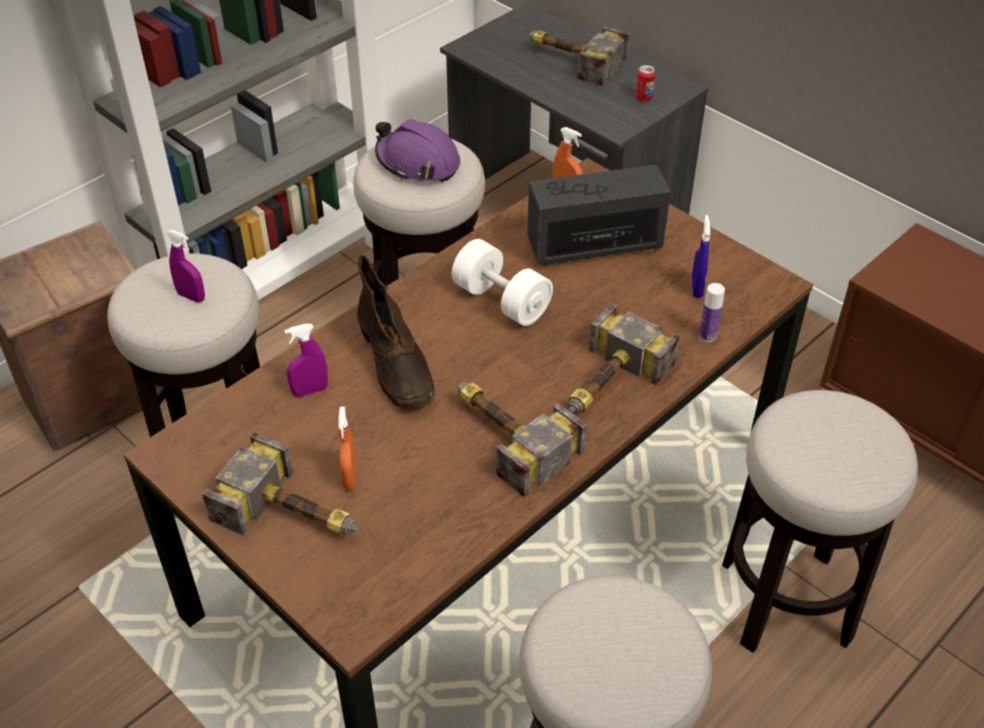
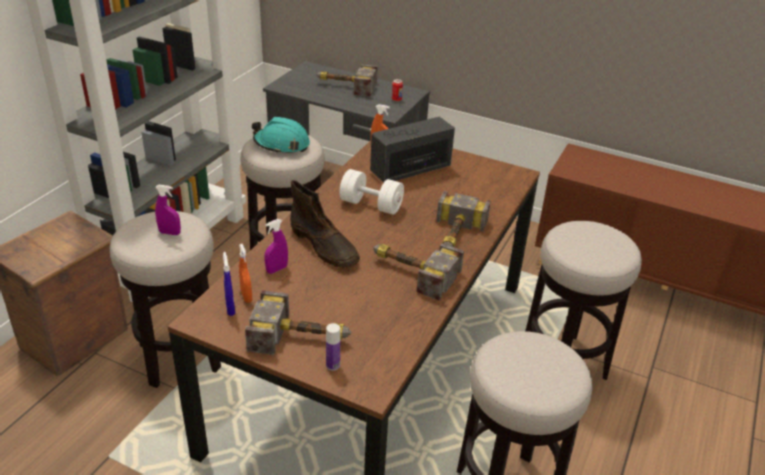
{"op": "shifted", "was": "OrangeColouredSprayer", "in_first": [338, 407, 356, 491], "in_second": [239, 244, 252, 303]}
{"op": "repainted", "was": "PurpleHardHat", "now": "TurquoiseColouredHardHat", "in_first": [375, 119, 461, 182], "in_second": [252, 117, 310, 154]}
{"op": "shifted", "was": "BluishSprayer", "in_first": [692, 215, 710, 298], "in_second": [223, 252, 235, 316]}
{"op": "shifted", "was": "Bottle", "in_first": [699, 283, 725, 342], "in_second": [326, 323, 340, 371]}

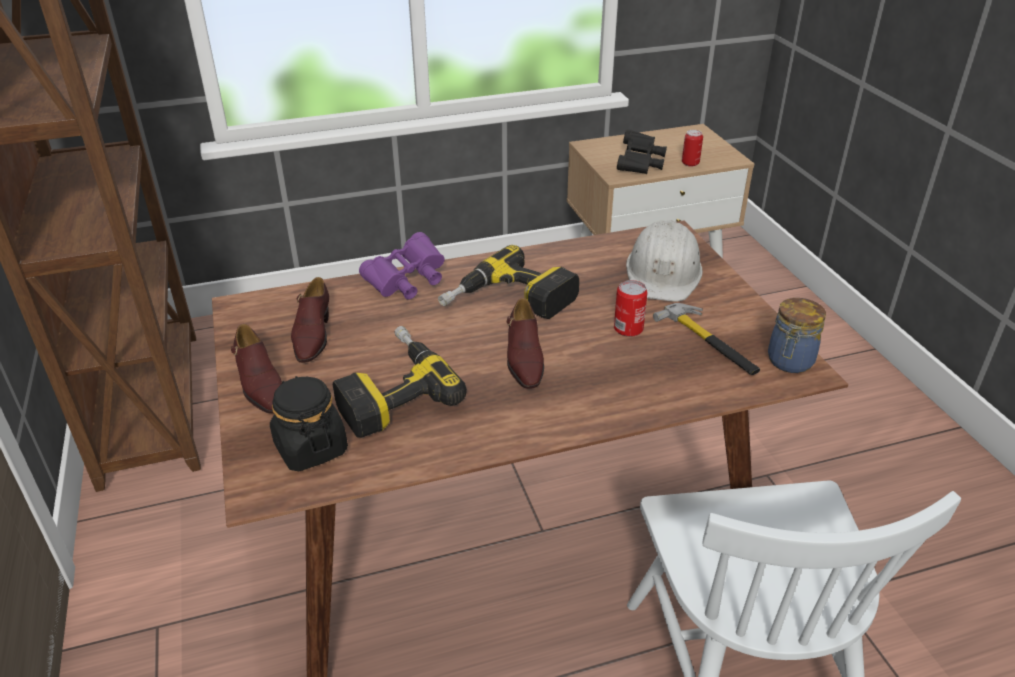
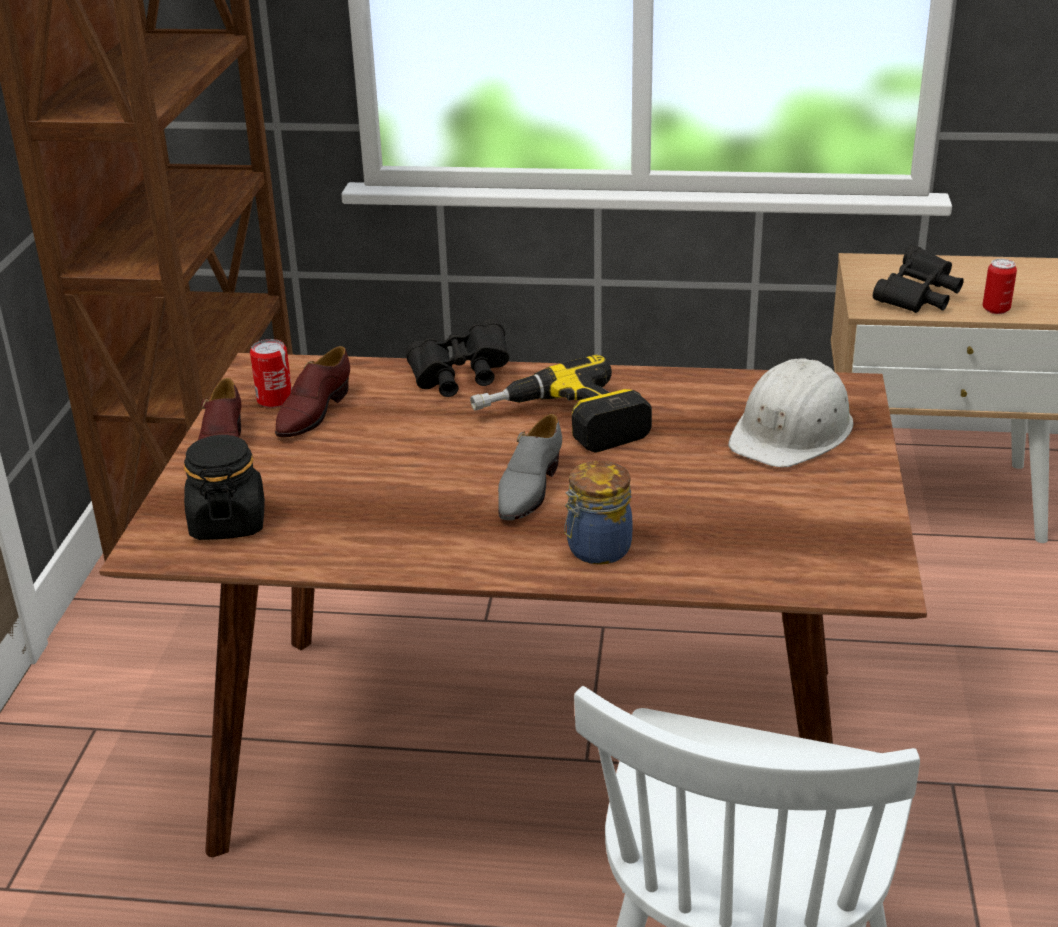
{"op": "gone", "was": "ElectricDrill", "in_first": [333, 326, 467, 438]}
{"op": "repainted", "was": "PurpleFieldGlasses", "now": "BlackColouredFieldGlasses", "in_first": [359, 232, 445, 300], "in_second": [406, 319, 509, 397]}
{"op": "repainted", "was": "BrownColouredLowShoe", "now": "GrayLowShoe", "in_first": [507, 298, 544, 389], "in_second": [498, 414, 562, 520]}
{"op": "shifted", "was": "MetalCan", "in_first": [614, 280, 648, 337], "in_second": [250, 339, 292, 408]}
{"op": "gone", "was": "Hammer", "in_first": [653, 303, 760, 375]}
{"op": "shifted", "was": "Jar", "in_first": [768, 298, 826, 373], "in_second": [564, 461, 633, 565]}

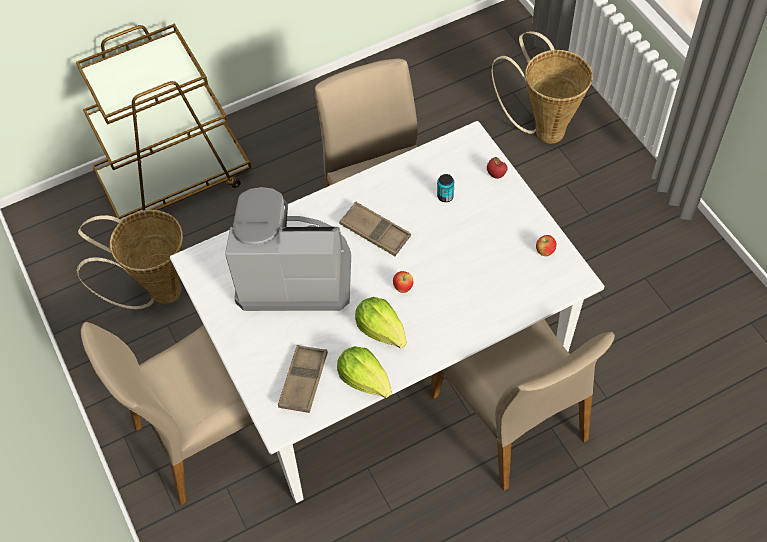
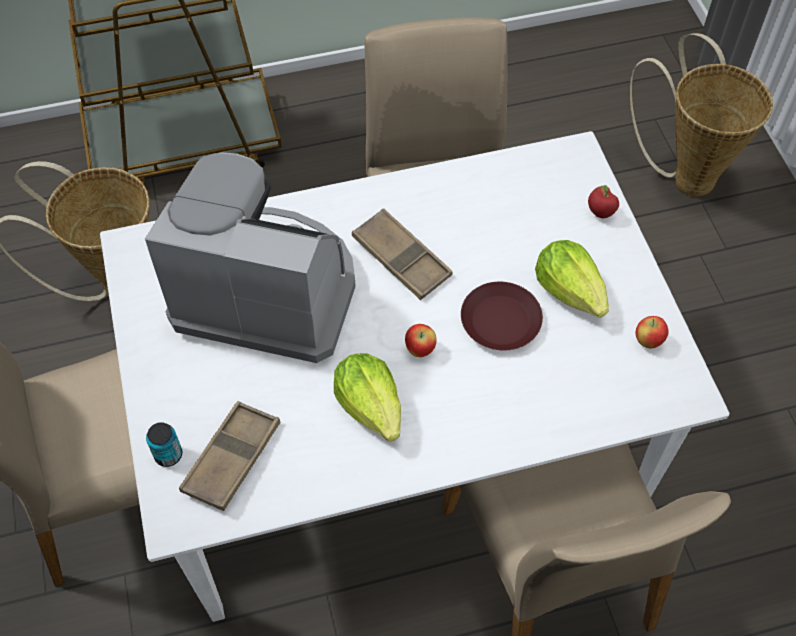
{"op": "shifted", "was": "Lettuce", "in_first": [337, 346, 392, 398], "in_second": [535, 240, 609, 318]}
{"op": "shifted", "was": "MetalCan", "in_first": [437, 174, 454, 202], "in_second": [146, 422, 182, 467]}
{"op": "new", "now": "BrownColouredPlate", "in_second": [461, 282, 543, 351]}

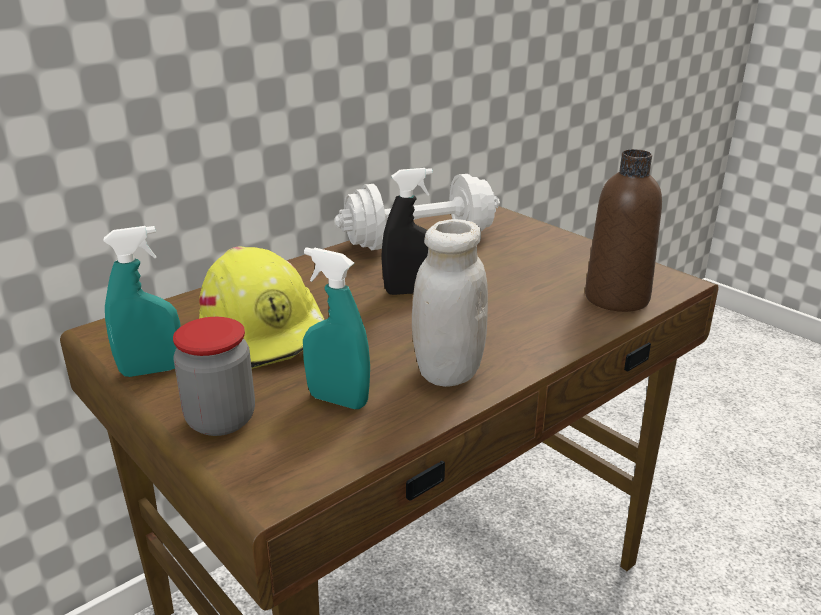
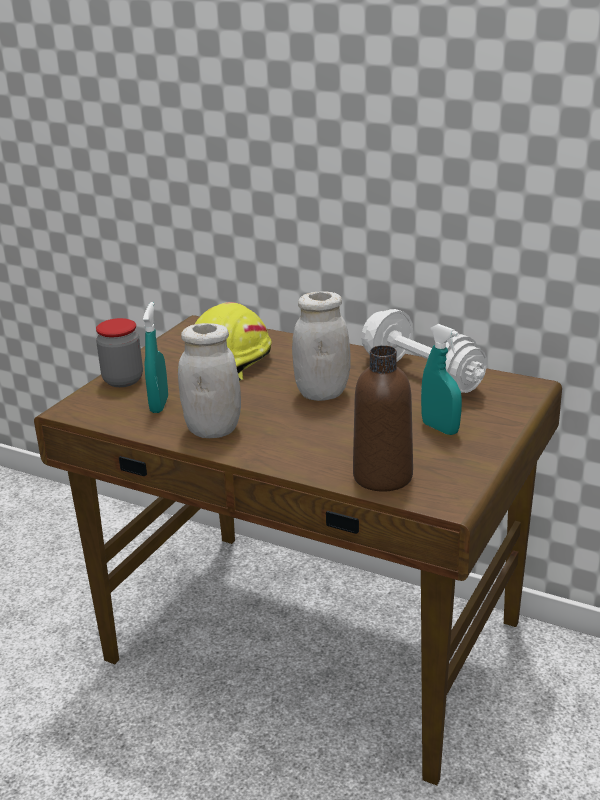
{"op": "shifted", "was": "TurquoiseColouredSprayer", "in_first": [103, 226, 181, 377], "in_second": [421, 324, 462, 435]}
{"op": "swapped", "was": "BlackColouredSprayer", "now": "WhitishJar", "in_first": [381, 168, 433, 295], "in_second": [292, 291, 350, 401]}

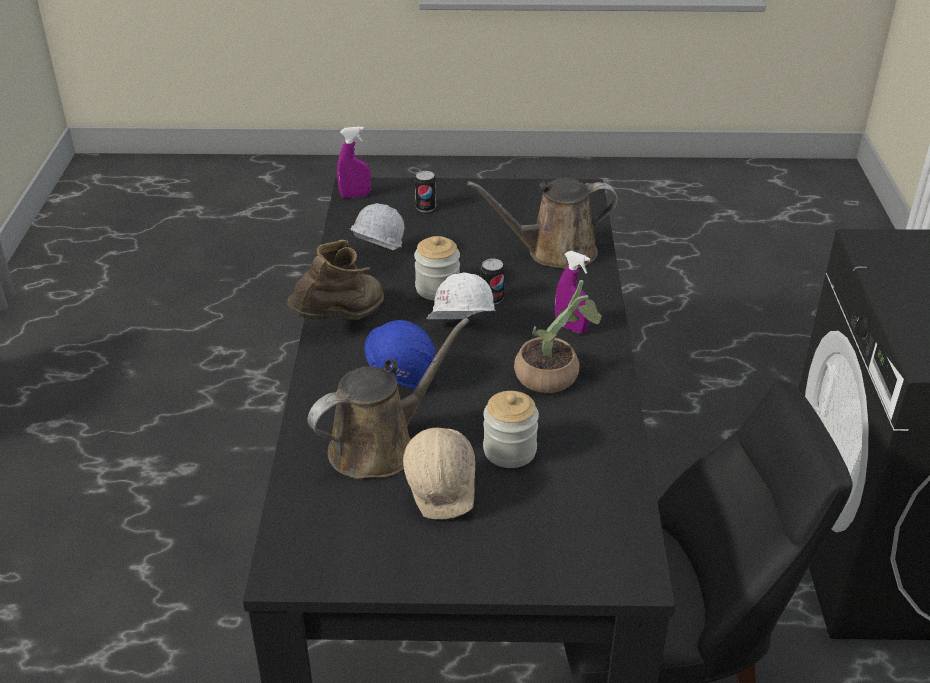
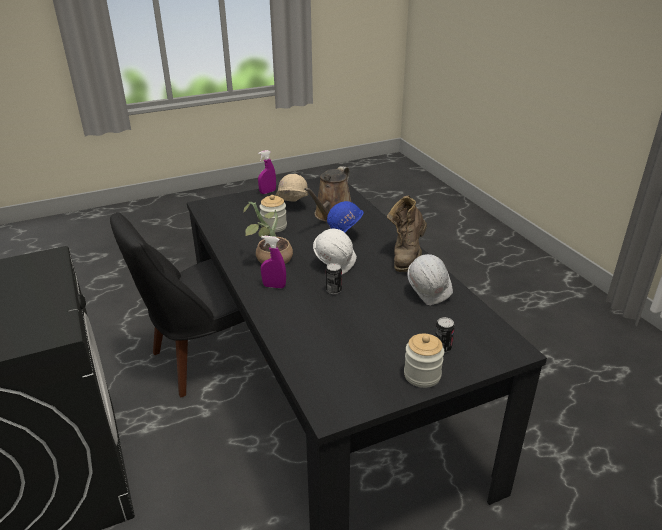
{"op": "shifted", "was": "PurpleSprayer", "in_first": [337, 127, 371, 198], "in_second": [258, 150, 276, 194]}
{"op": "shifted", "was": "Jar", "in_first": [414, 236, 460, 300], "in_second": [404, 334, 444, 388]}
{"op": "gone", "was": "BrownColouredSprinklingCan", "in_first": [467, 178, 618, 269]}

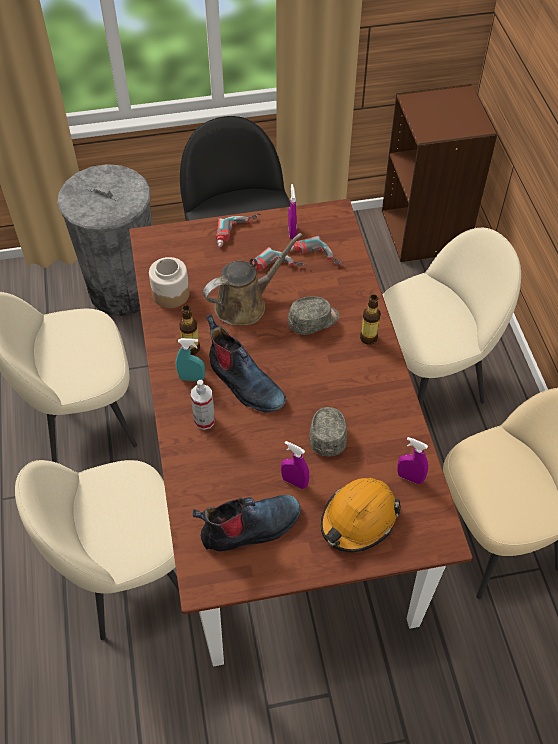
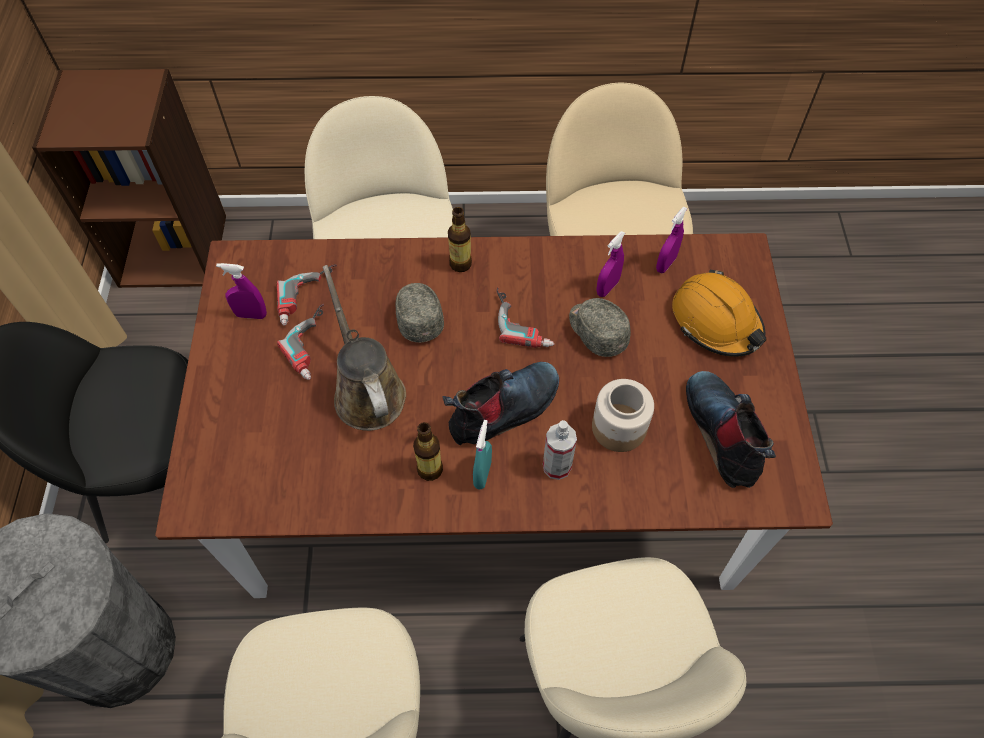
{"op": "shifted", "was": "Jar", "in_first": [149, 257, 190, 308], "in_second": [592, 379, 654, 452]}
{"op": "shifted", "was": "ElectricDrill", "in_first": [216, 214, 261, 247], "in_second": [496, 287, 555, 348]}
{"op": "shifted", "was": "PurpleSprayer", "in_first": [281, 441, 309, 489], "in_second": [596, 231, 625, 297]}
{"op": "rotated", "was": "GrayCap", "in_first": [309, 407, 347, 456], "in_second": [569, 298, 631, 357], "clockwise": 45}

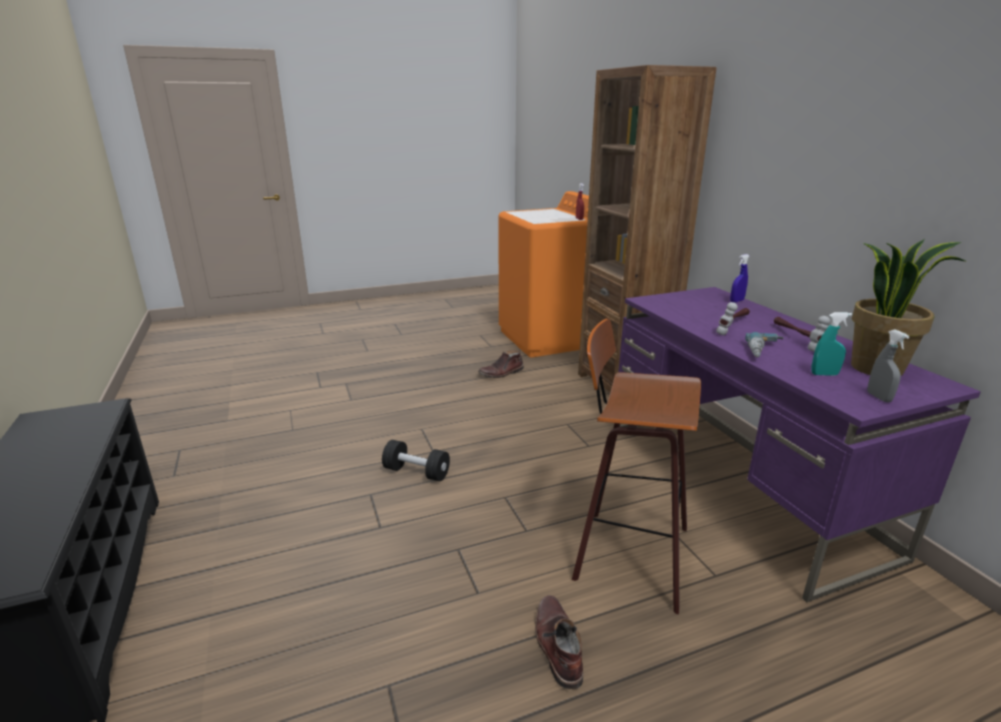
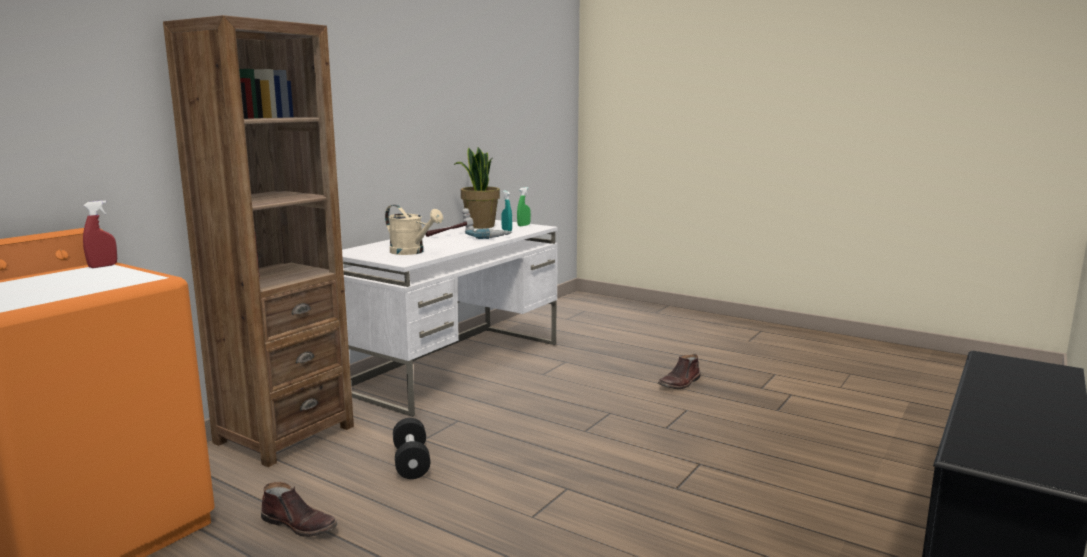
{"op": "shifted", "was": "BlackColouredDumbbell", "in_first": [382, 440, 450, 481], "in_second": [393, 418, 430, 479]}
{"op": "gone", "was": "SittingStool", "in_first": [572, 319, 701, 615]}
{"op": "repainted", "was": "PurpleDeskTable", "now": "WhitishDeskTable", "in_first": [618, 287, 981, 602], "in_second": [342, 220, 558, 417]}
{"op": "gone", "was": "Hammer", "in_first": [716, 302, 750, 335]}
{"op": "gone", "was": "BluishSprayer", "in_first": [730, 254, 750, 303]}
{"op": "repainted", "was": "GraySprayer", "now": "GreenColouredSprayer", "in_first": [867, 329, 910, 402], "in_second": [517, 187, 531, 226]}
{"op": "new", "now": "SandColouredSprinklingCan", "in_second": [385, 205, 443, 255]}

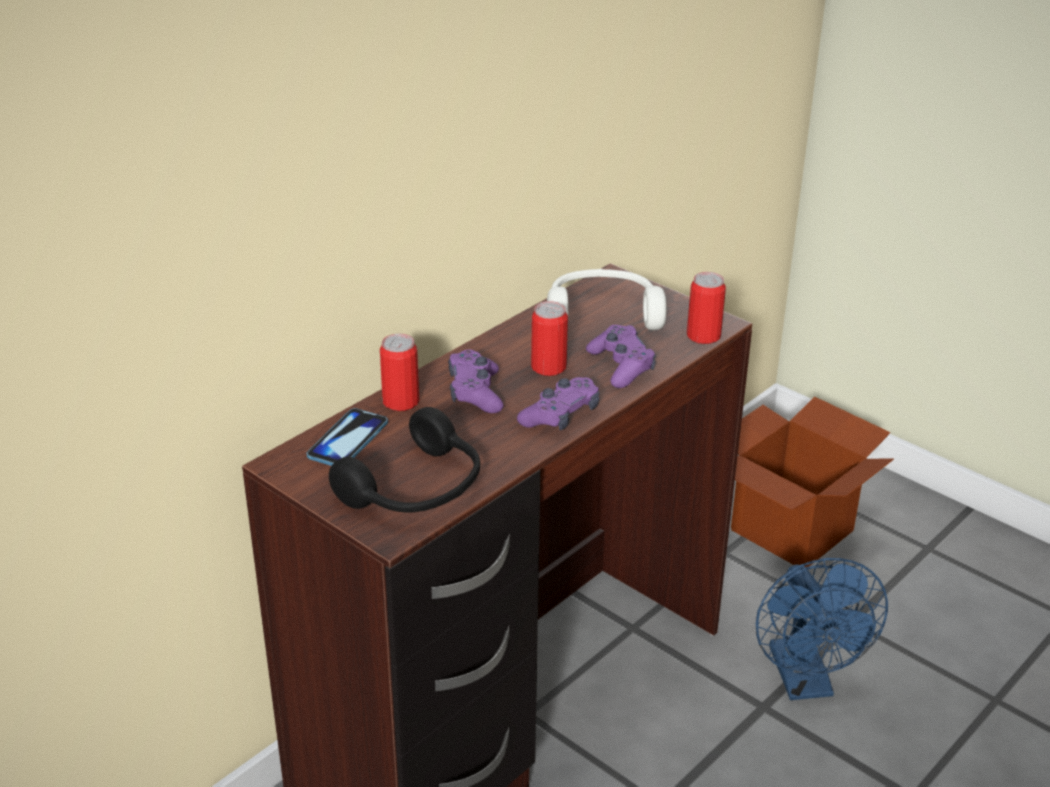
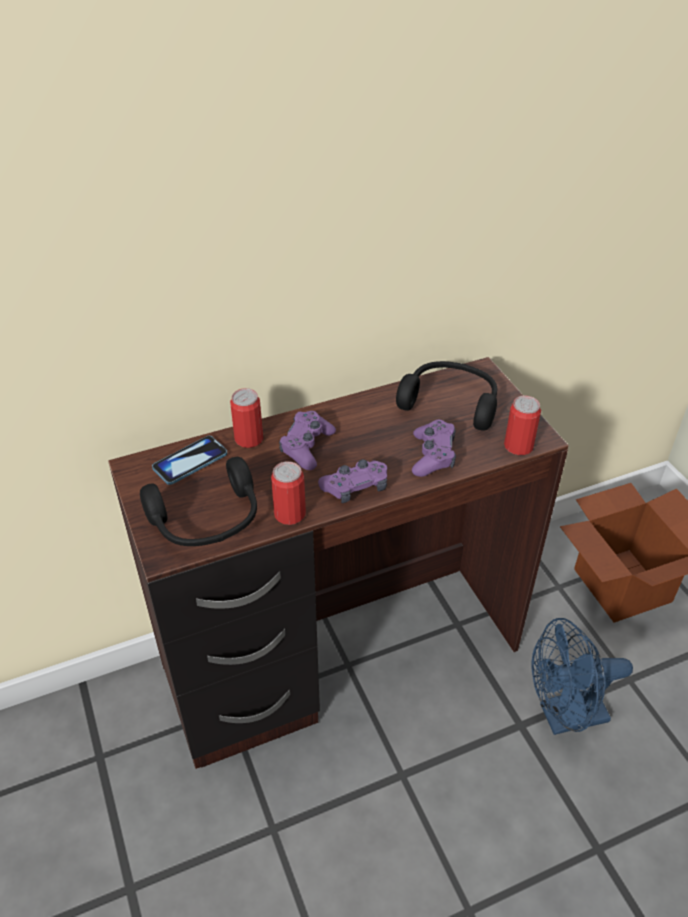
{"op": "shifted", "was": "MetalCan", "in_first": [531, 301, 568, 376], "in_second": [271, 461, 306, 525]}
{"op": "repainted", "was": "WhitishHeadset", "now": "BlackColouredHeadset", "in_first": [547, 269, 667, 330], "in_second": [396, 361, 497, 431]}
{"op": "rotated", "was": "BluishCoolingFan", "in_first": [756, 558, 888, 700], "in_second": [531, 618, 633, 735], "clockwise": 60}

